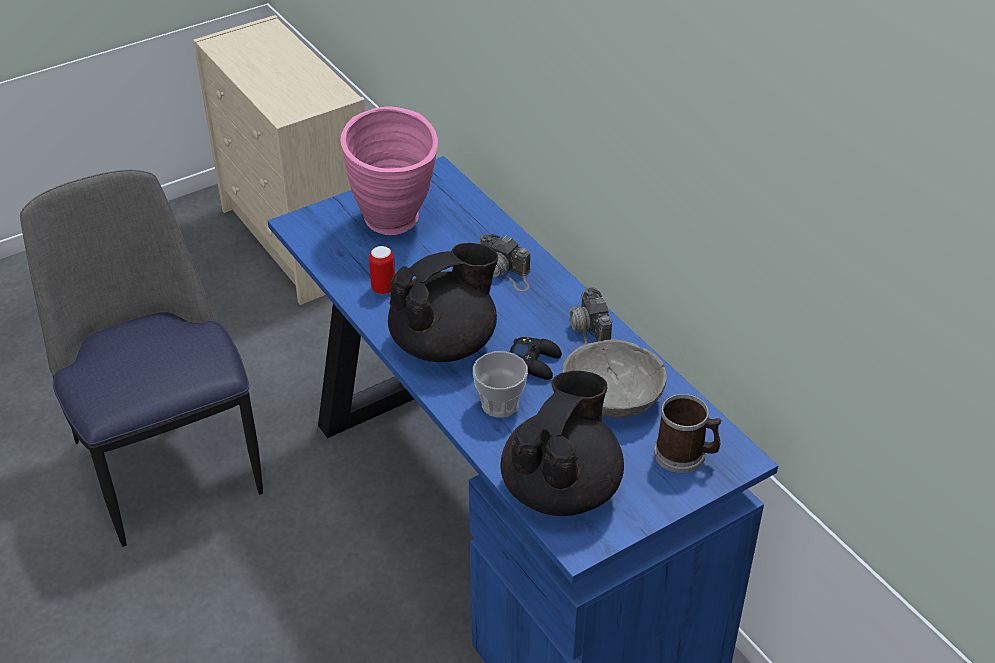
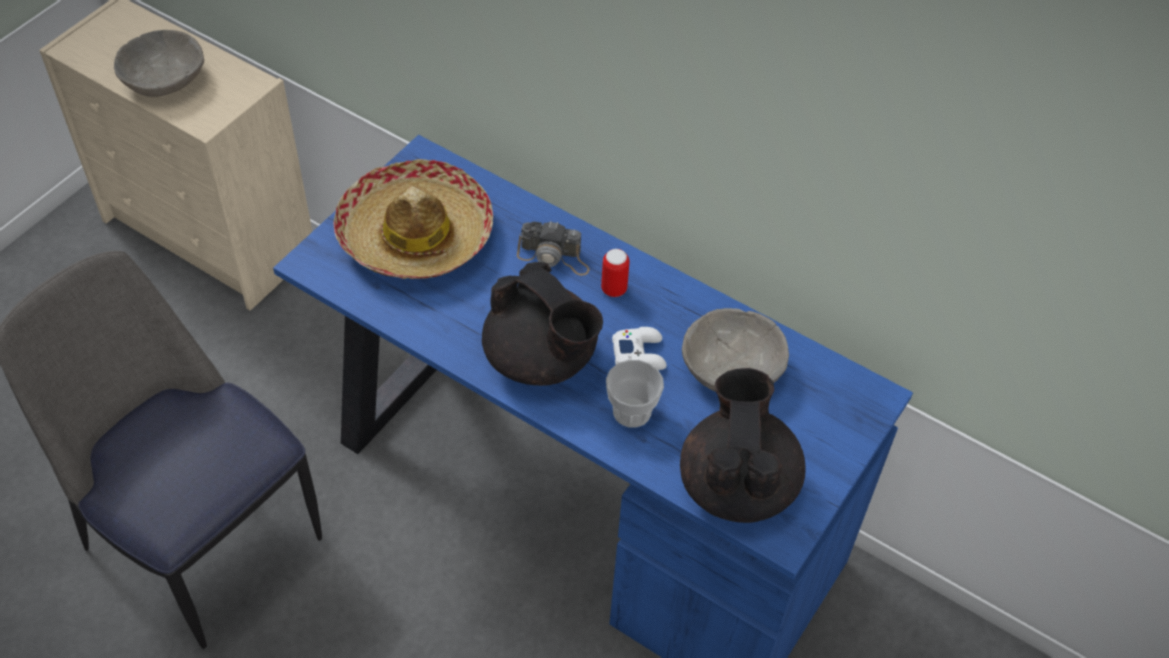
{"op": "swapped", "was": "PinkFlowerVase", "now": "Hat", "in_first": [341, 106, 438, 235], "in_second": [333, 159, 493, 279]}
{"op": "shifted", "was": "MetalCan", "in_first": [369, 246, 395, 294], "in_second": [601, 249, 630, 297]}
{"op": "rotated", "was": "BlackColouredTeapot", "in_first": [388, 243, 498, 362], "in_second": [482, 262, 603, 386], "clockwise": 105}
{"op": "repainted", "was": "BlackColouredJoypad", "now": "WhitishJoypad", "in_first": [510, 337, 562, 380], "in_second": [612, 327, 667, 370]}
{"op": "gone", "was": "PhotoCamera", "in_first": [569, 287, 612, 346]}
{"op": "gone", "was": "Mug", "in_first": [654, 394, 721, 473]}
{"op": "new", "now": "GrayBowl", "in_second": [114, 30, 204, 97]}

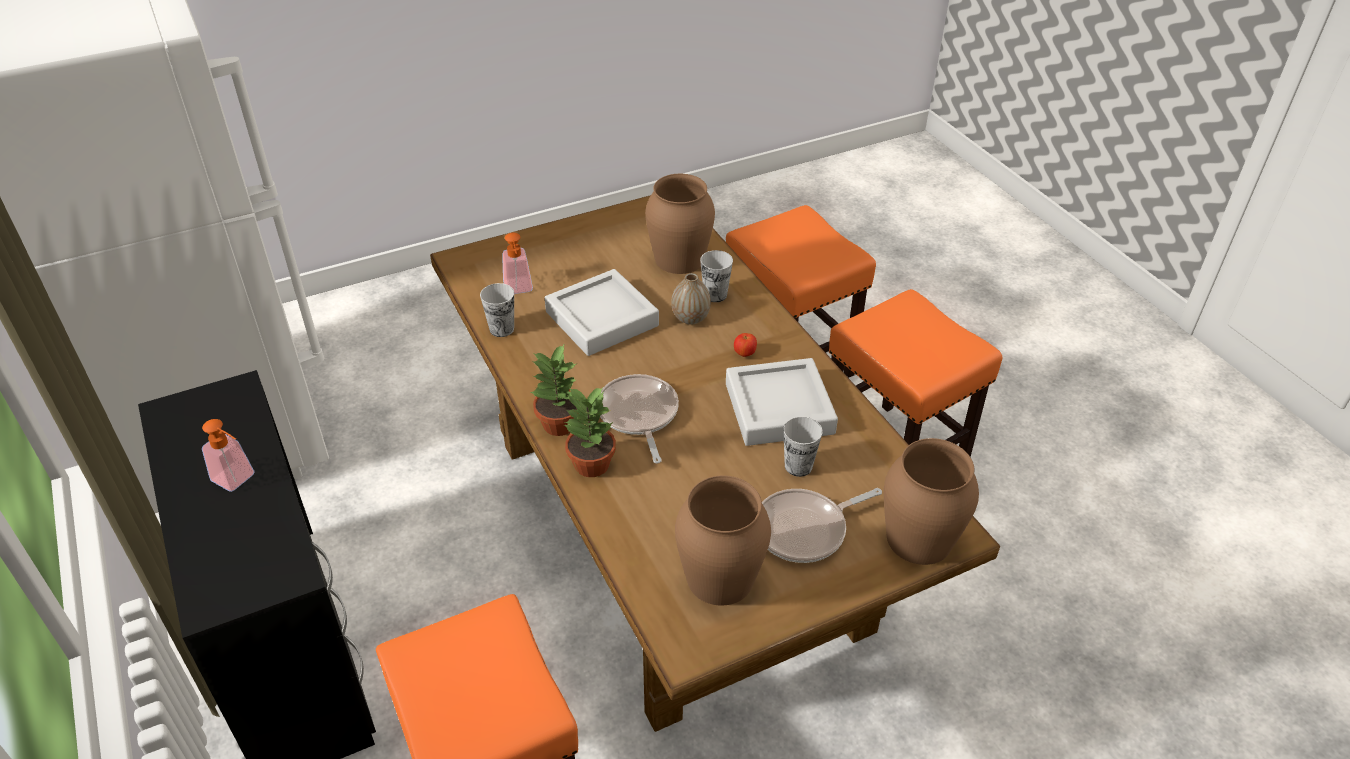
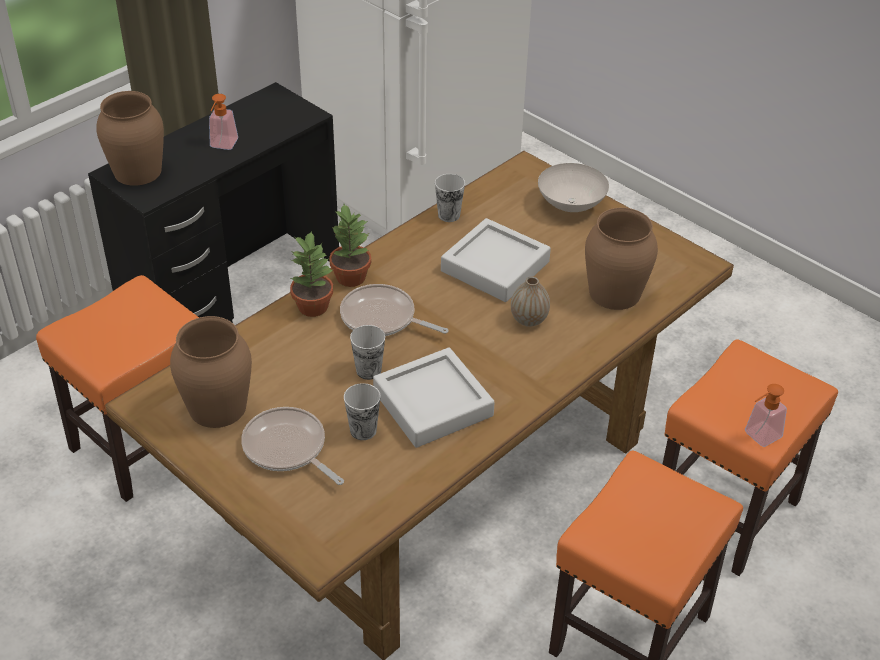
{"op": "shifted", "was": "SoapDispenser", "in_first": [502, 233, 533, 294], "in_second": [745, 384, 787, 447]}
{"op": "rotated", "was": "FryingPan", "in_first": [600, 374, 679, 463], "in_second": [340, 284, 449, 336], "clockwise": -120}
{"op": "shifted", "was": "Cup", "in_first": [700, 250, 733, 302], "in_second": [350, 325, 385, 380]}
{"op": "gone", "was": "AppleFruit", "in_first": [734, 333, 757, 357]}
{"op": "shifted", "was": "BrownColouredFlowerVase", "in_first": [884, 438, 979, 565], "in_second": [96, 91, 164, 186]}
{"op": "new", "now": "WhitishBowl", "in_second": [538, 163, 609, 212]}

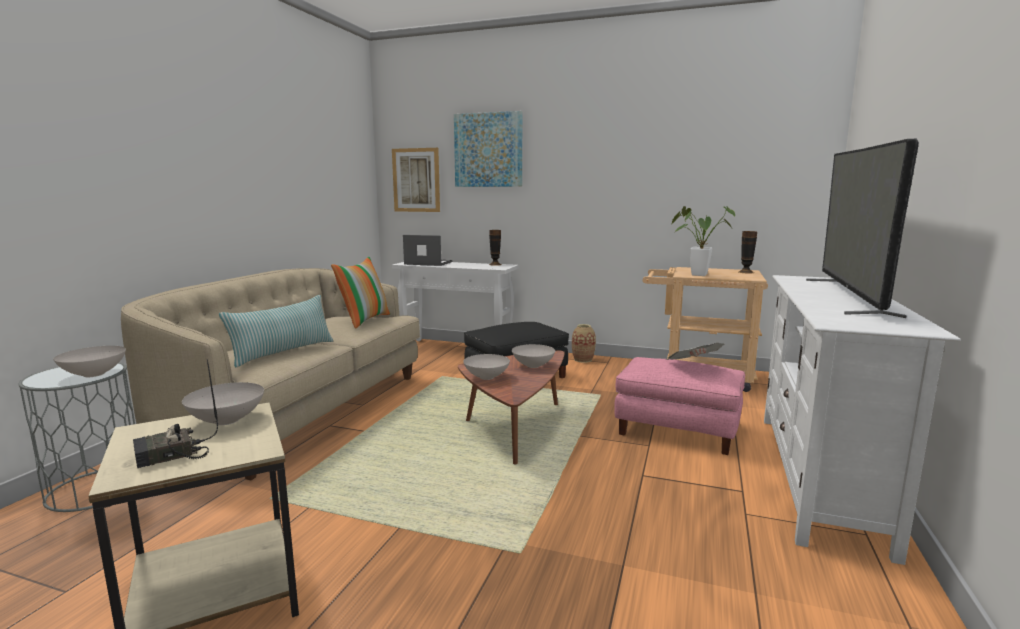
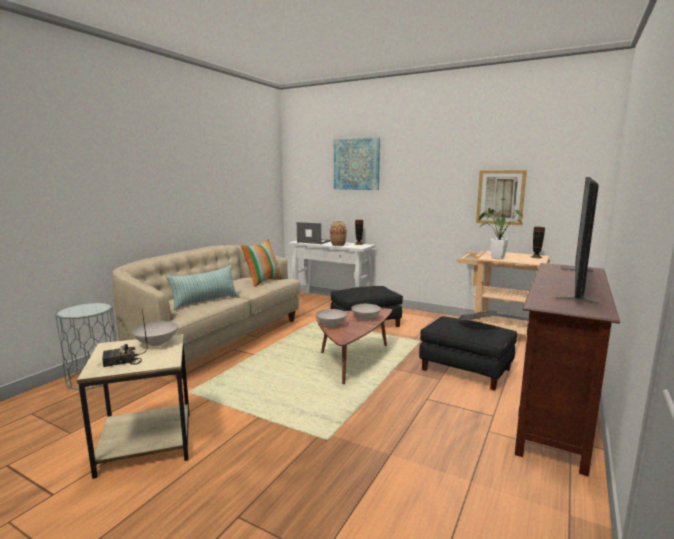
{"op": "gone", "was": "WhitishBowl", "in_first": [53, 346, 126, 377]}
{"op": "shifted", "was": "WallArt", "in_first": [392, 148, 440, 212], "in_second": [476, 170, 527, 225]}
{"op": "shifted", "was": "FlowerVase", "in_first": [572, 324, 596, 363], "in_second": [330, 220, 346, 246]}
{"op": "repainted", "was": "PinkOttoman", "now": "BlackColouredOttoman", "in_first": [614, 357, 745, 455], "in_second": [419, 316, 517, 390]}
{"op": "repainted", "was": "WhitishTvUnit", "now": "BrownColouredTvUnit", "in_first": [764, 275, 961, 565], "in_second": [515, 263, 620, 476]}

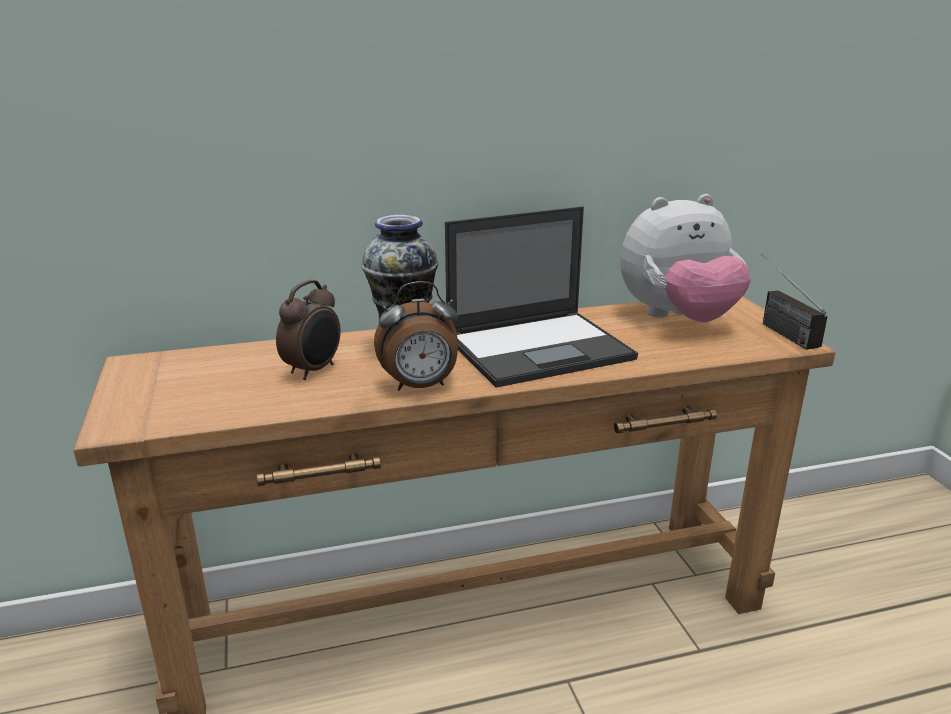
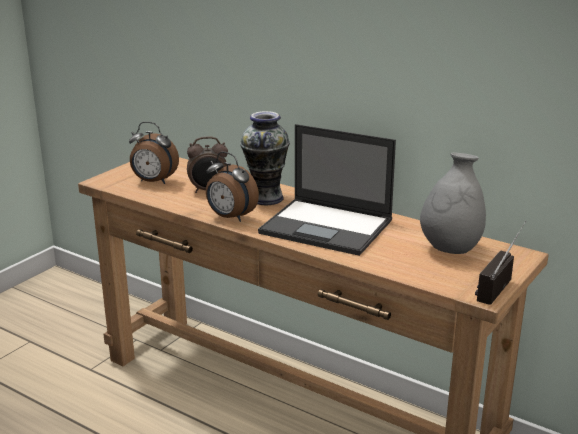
{"op": "swapped", "was": "PlushToy", "now": "GrayFlowerVase", "in_first": [620, 194, 751, 322], "in_second": [420, 152, 486, 254]}
{"op": "new", "now": "AlarmClock", "in_second": [129, 122, 179, 184]}

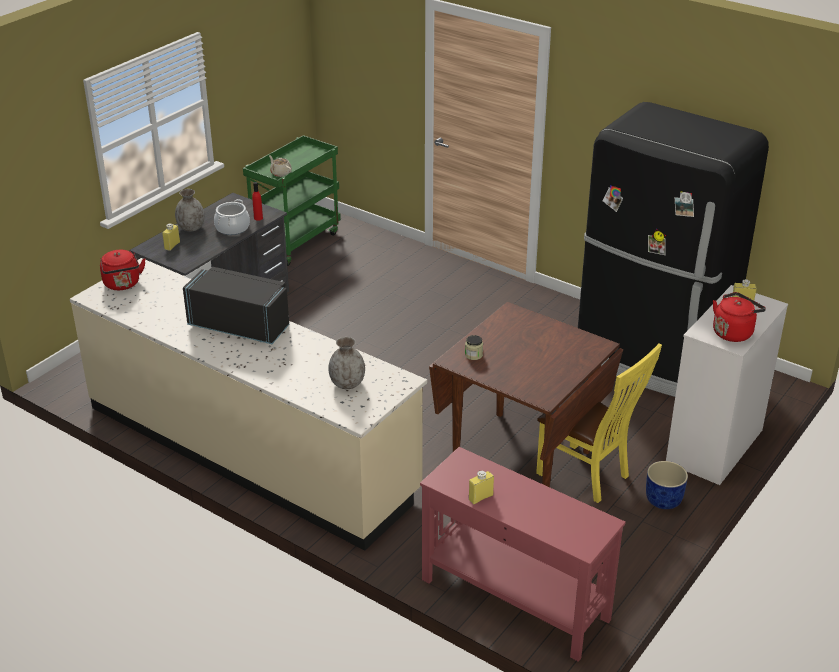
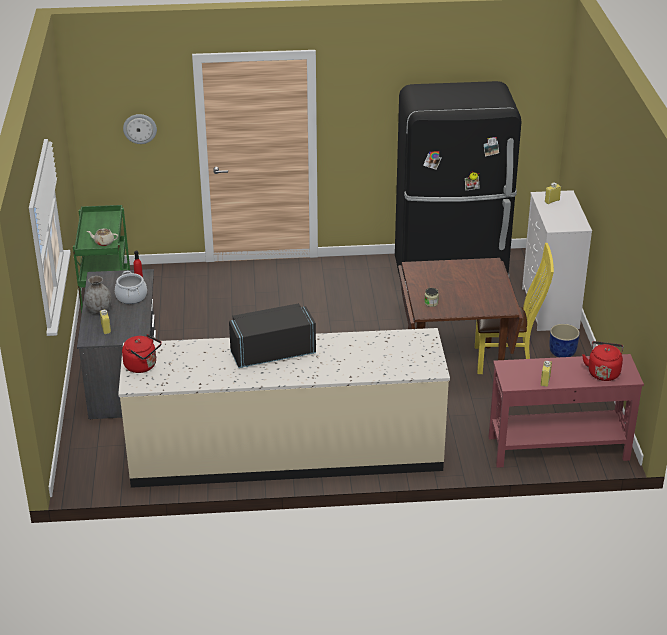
{"op": "gone", "was": "GrayFlowerVase", "in_first": [328, 337, 365, 389]}
{"op": "shifted", "was": "ReddishKettle", "in_first": [713, 292, 766, 342], "in_second": [582, 341, 623, 381]}
{"op": "new", "now": "HangingClock", "in_second": [123, 114, 157, 144]}

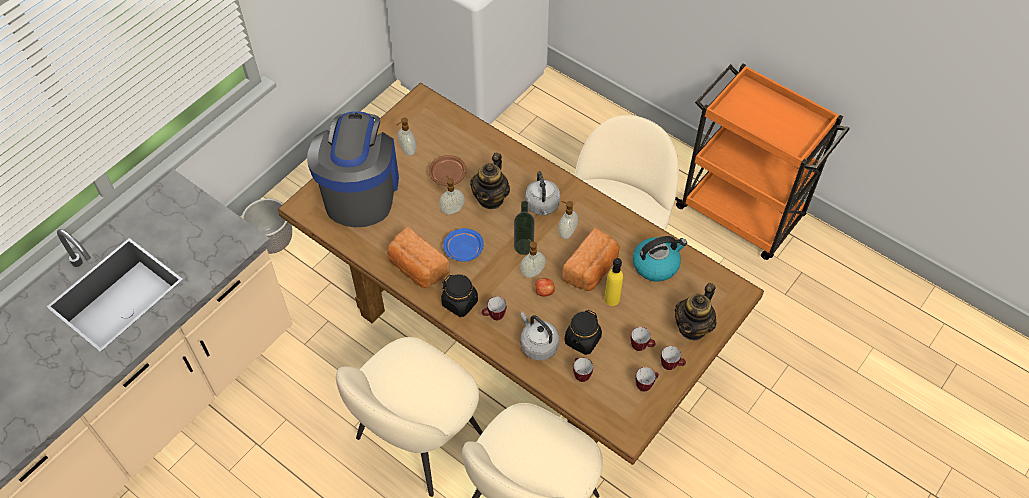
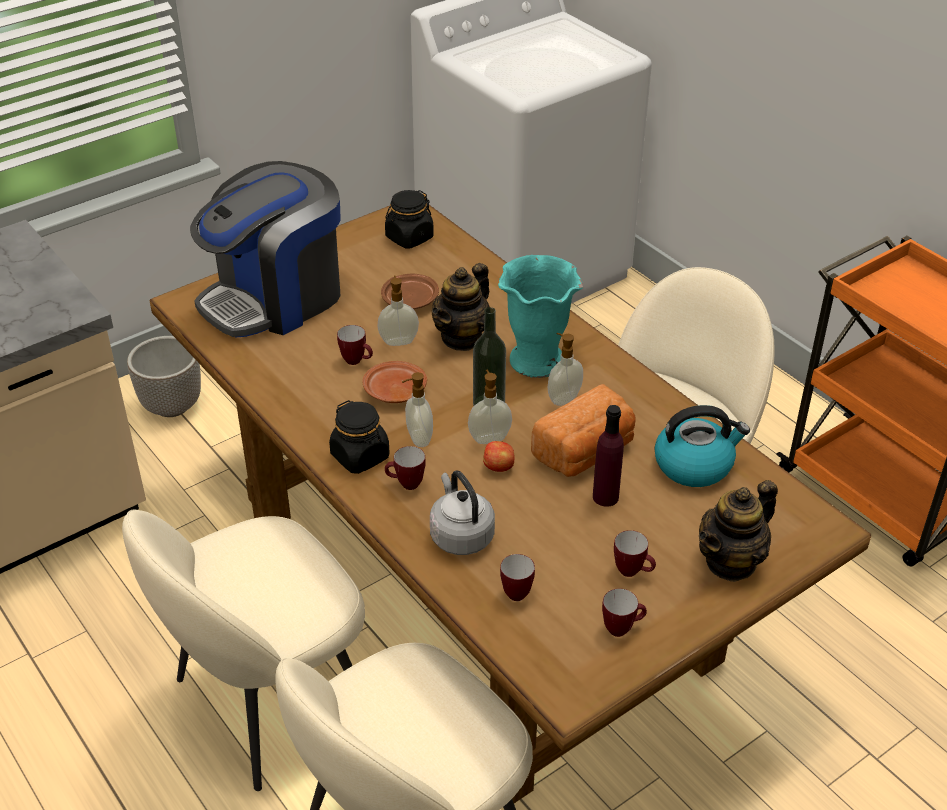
{"op": "rotated", "was": "CoffeeMachine", "in_first": [307, 111, 399, 227], "in_second": [190, 161, 341, 337], "clockwise": -150}
{"op": "gone", "was": "Bread", "in_first": [387, 226, 450, 288]}
{"op": "shifted", "was": "SoapDispenser", "in_first": [396, 117, 416, 156], "in_second": [402, 372, 433, 447]}
{"op": "repainted", "was": "BluishPlate", "now": "BrownColouredPlate", "in_first": [443, 228, 483, 262], "in_second": [362, 361, 427, 403]}
{"op": "swapped", "was": "GrayKettle", "now": "TurquoiseColouredFlowerVase", "in_first": [525, 171, 560, 216], "in_second": [498, 255, 583, 378]}
{"op": "shifted", "was": "BlackColouredJar", "in_first": [565, 310, 602, 355], "in_second": [385, 190, 434, 248]}
{"op": "repainted", "was": "YellowBottle", "now": "PurpleBottle", "in_first": [604, 258, 623, 306], "in_second": [593, 405, 624, 507]}
{"op": "shifted", "was": "Mug", "in_first": [661, 346, 686, 370], "in_second": [337, 325, 373, 365]}

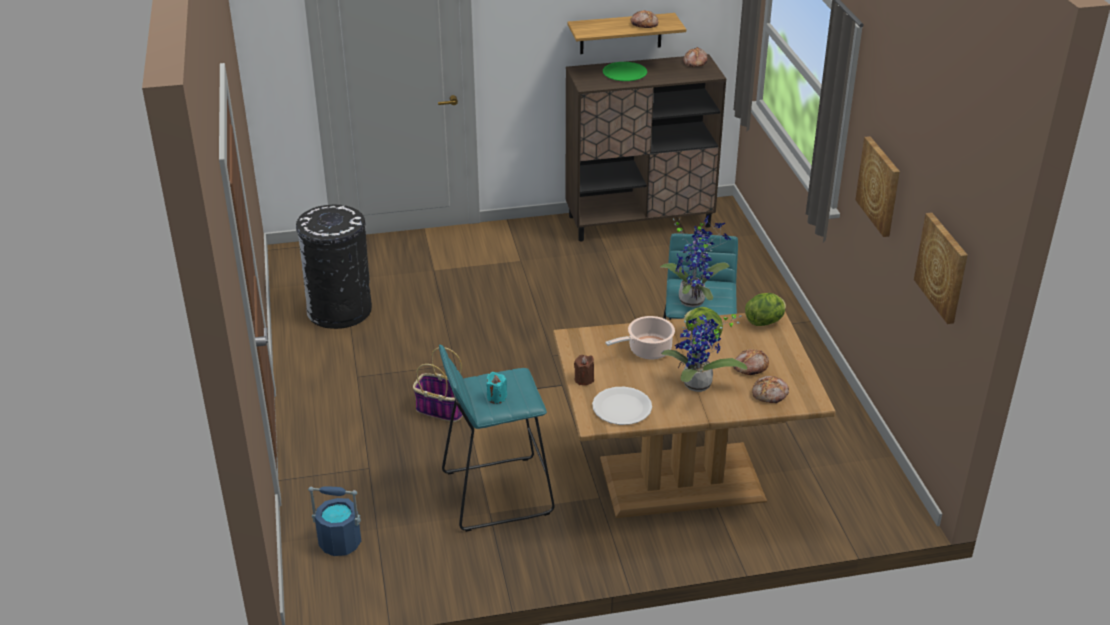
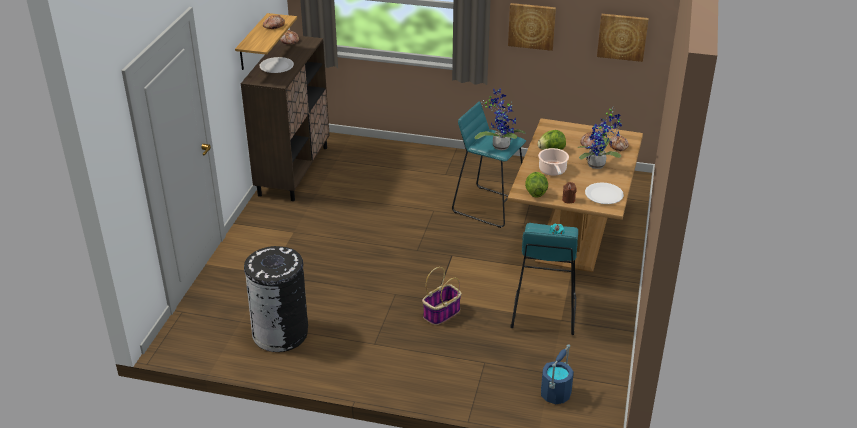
{"op": "repainted", "was": "GreenColouredPlate", "now": "WhitishPlate", "in_first": [603, 62, 647, 81], "in_second": [259, 57, 294, 73]}
{"op": "shifted", "was": "Lettuce", "in_first": [745, 293, 786, 326], "in_second": [525, 172, 548, 198]}

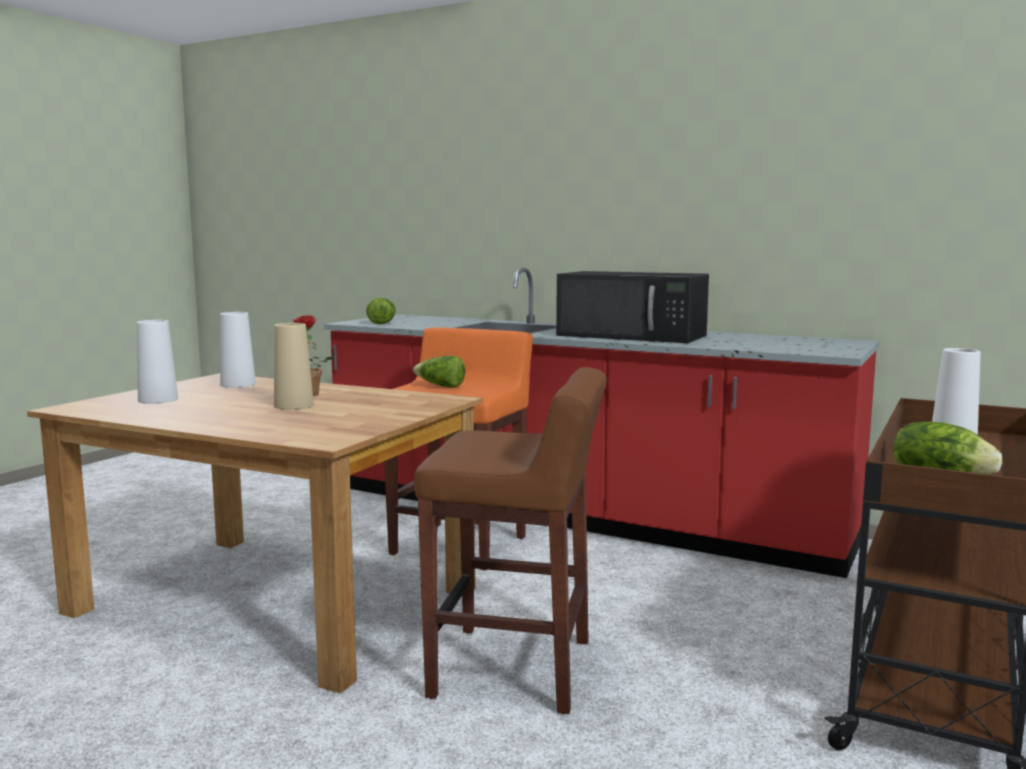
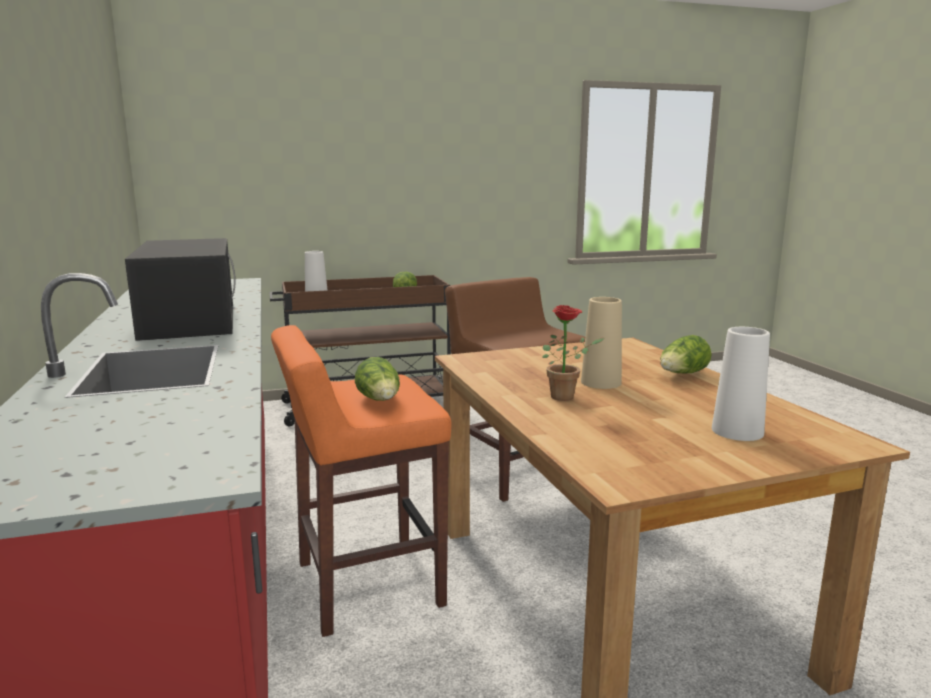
{"op": "gone", "was": "WhitishFlowerVase", "in_first": [220, 312, 256, 388]}
{"op": "shifted", "was": "Lettuce", "in_first": [366, 298, 396, 324], "in_second": [660, 335, 712, 373]}

